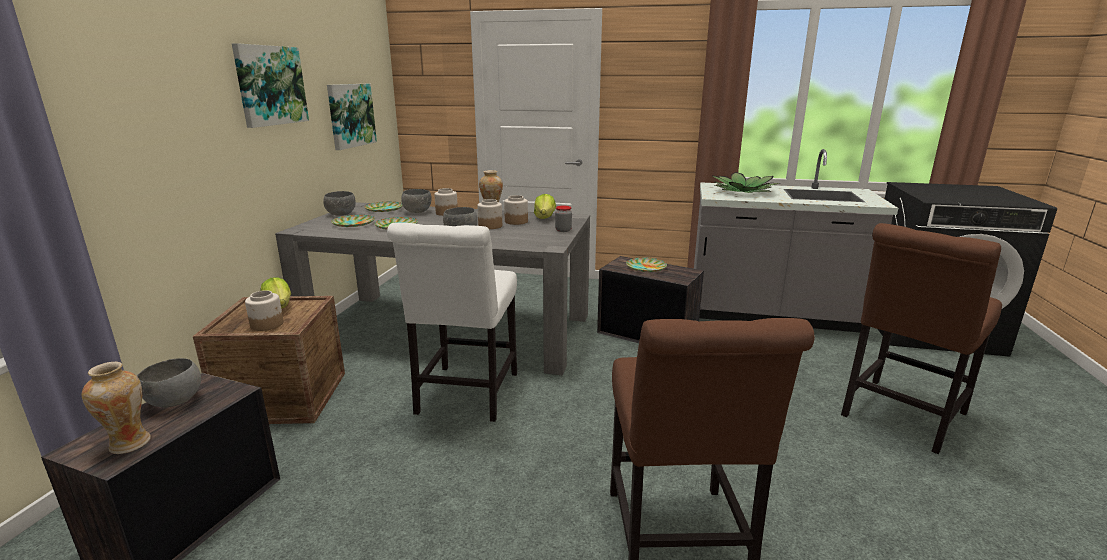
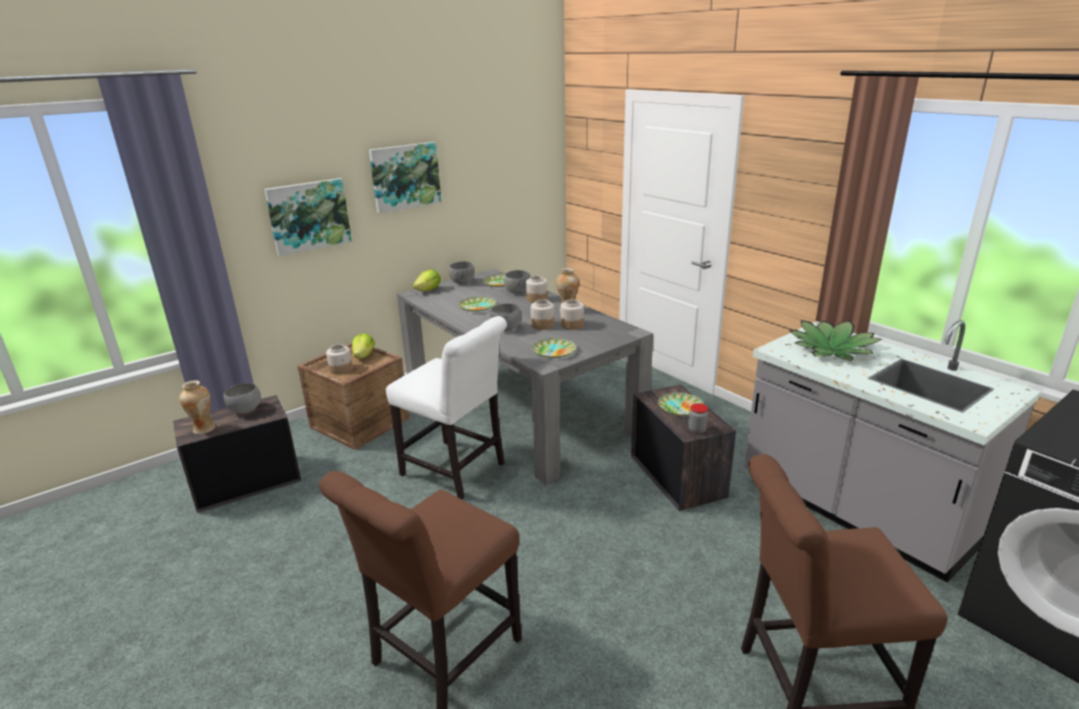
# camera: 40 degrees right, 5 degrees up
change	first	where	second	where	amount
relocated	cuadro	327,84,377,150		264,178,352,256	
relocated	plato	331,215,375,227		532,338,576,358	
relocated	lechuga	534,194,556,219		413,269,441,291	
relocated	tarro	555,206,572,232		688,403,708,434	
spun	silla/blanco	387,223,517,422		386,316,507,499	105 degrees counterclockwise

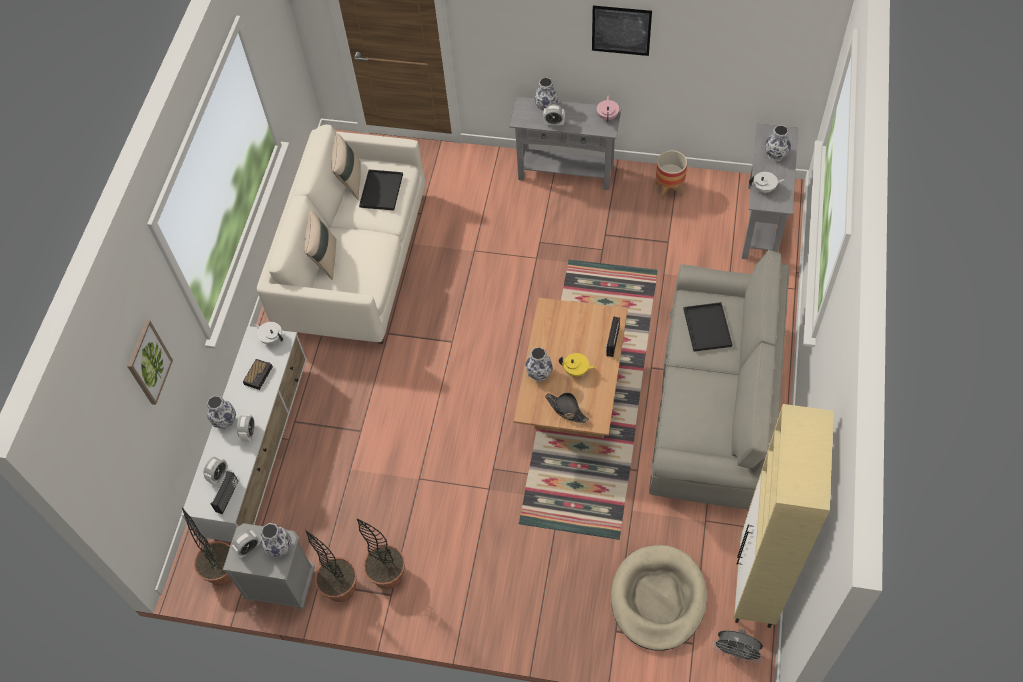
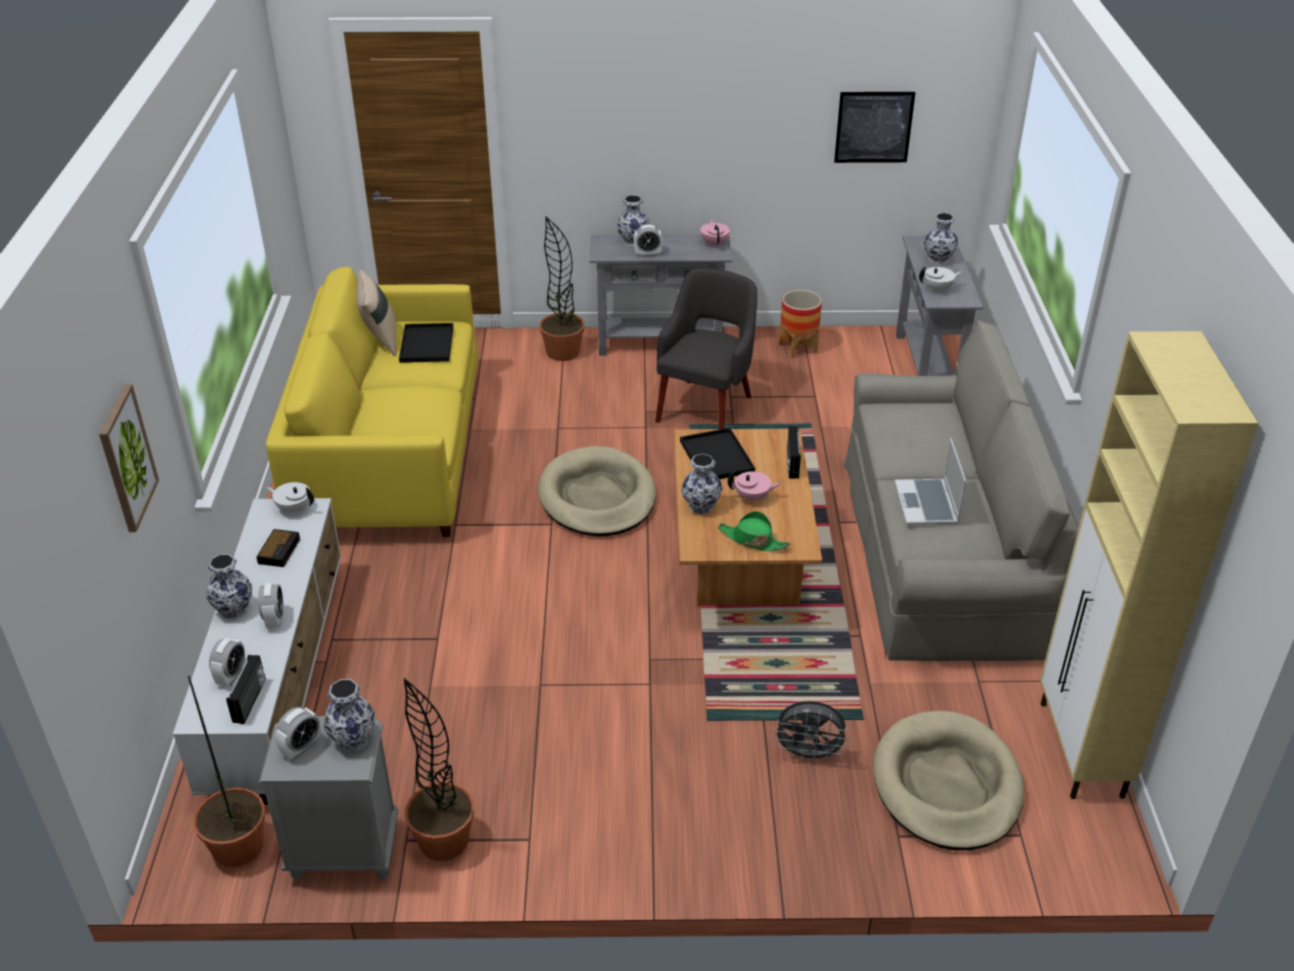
# camera: 15 degrees left, 20 degrees down
change	first	where	second	where	amount
missing	cojín/beis	304,211,336,280			
appeared			cama para perro/beis	538,446,656,536	
appeared			sillón/gris	655,268,757,429	
appeared			portátil	895,439,966,525	
relocated	planta en maceta	357,519,405,589		539,216,585,361	
relocated	cuadro	592,6,652,56		834,92,915,163	
relocated	bandeja/negro	683,302,732,352		680,428,755,479	
relocated	ventilador/gris	712,629,764,663		772,701,850,764	
colour	sofá/blanco	257,125,425,344	sofá/amarillo	266,266,478,537	
colour	sombrero/negro	545,392,589,423	sombrero/verde	718,511,790,551	
colour	tetera/amarillo	559,353,596,377	tetera/rosa	728,471,782,504	

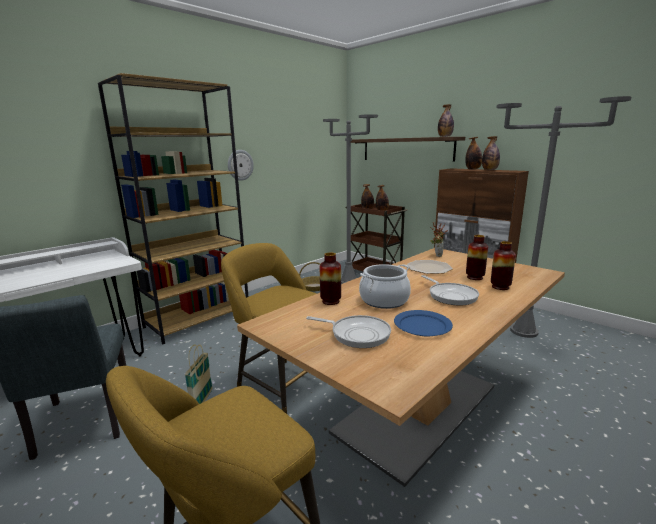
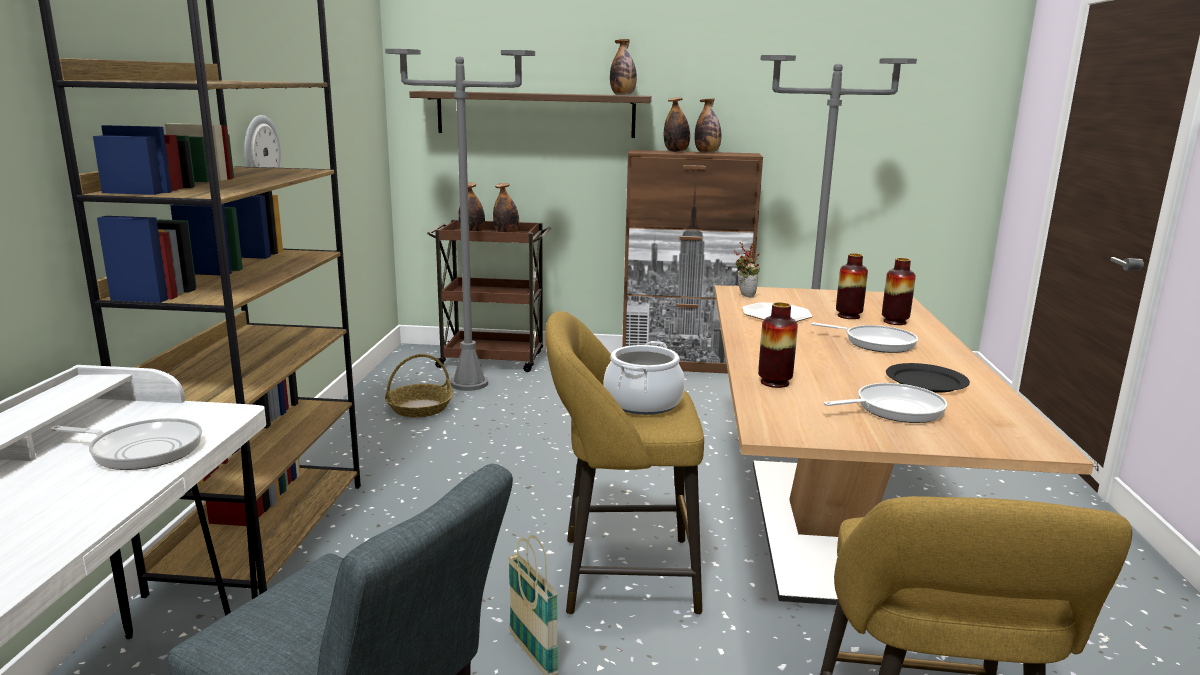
# camera: 40 degrees left, 0 degrees up
change	first	where	second	where	amount
appeared			sartén	50,418,202,470	
relocated	olla	359,264,411,309		604,341,685,415	
colour	plato/azul	394,310,453,336	plato/negro	886,363,970,393	

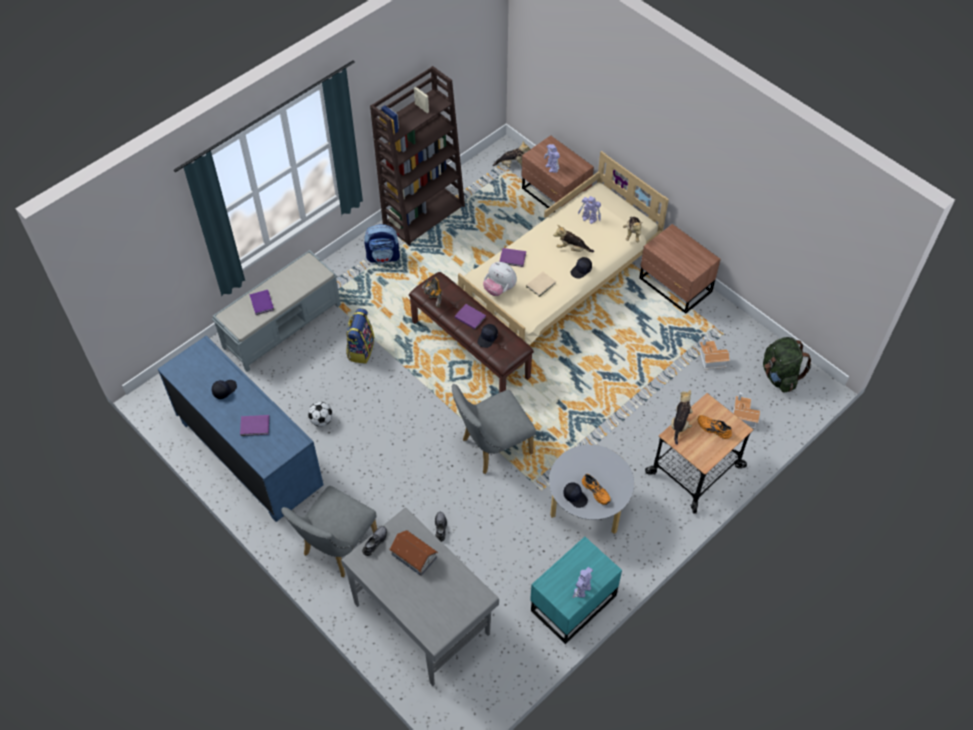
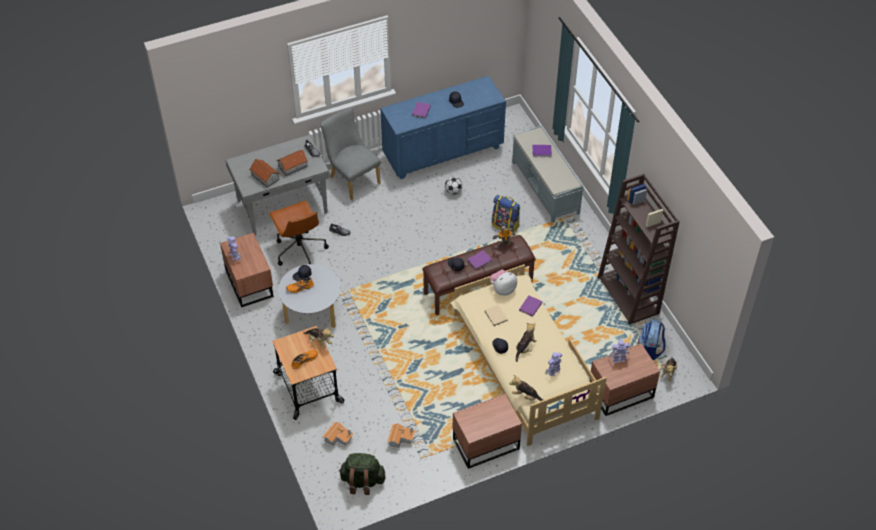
# camera: 110 degrees right, 5 degrees down
change	first	where	second	where	amount
missing	silla/gris	451,384,536,474			
appeared			casita	249,159,280,188	
appeared			silla de oficina/marrón	269,200,329,266	
relocated	mochila	364,224,400,263		638,319,666,360	
colour	mesita de noche/turquesa	530,537,622,644	mesita de noche/marrón	220,233,274,307	

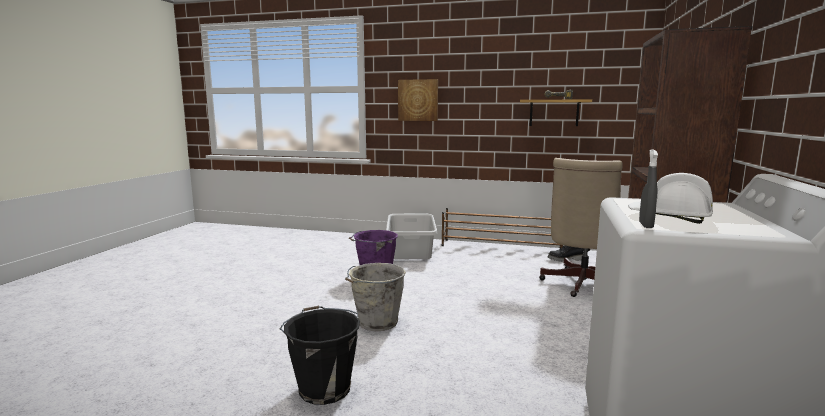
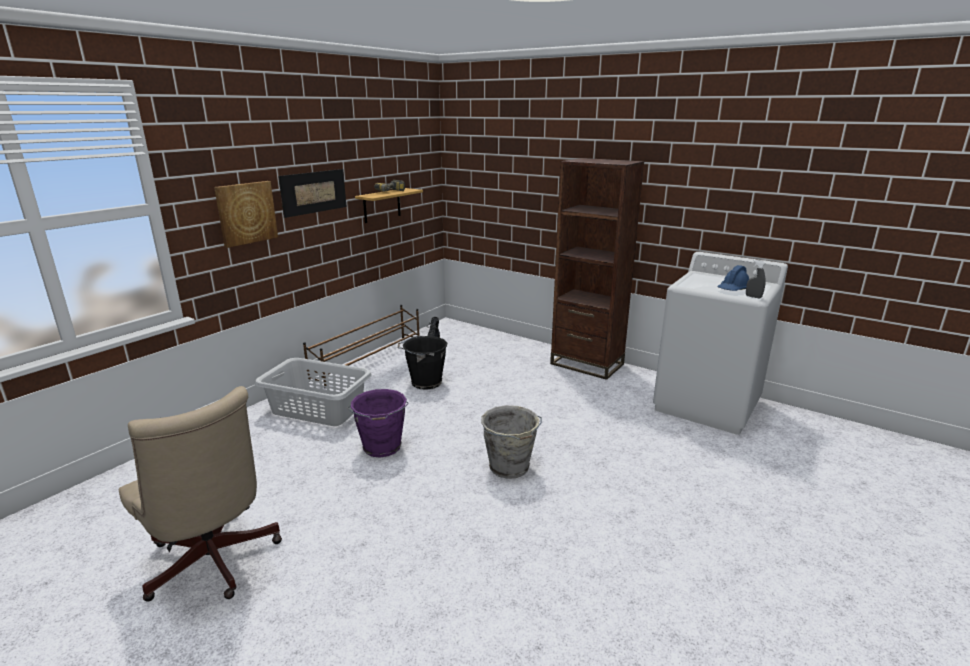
# camera: 70 degrees left, 10 degrees up
change	first	where	second	where	amount
appeared			cuadro	278,169,347,218	
relocated	cubo/negro	280,306,360,405		397,336,447,390	
relocated	silla de oficina/beis	539,158,623,297		119,386,282,602	
colour	casco/blanco	628,173,713,224	casco/azul	717,265,749,291	

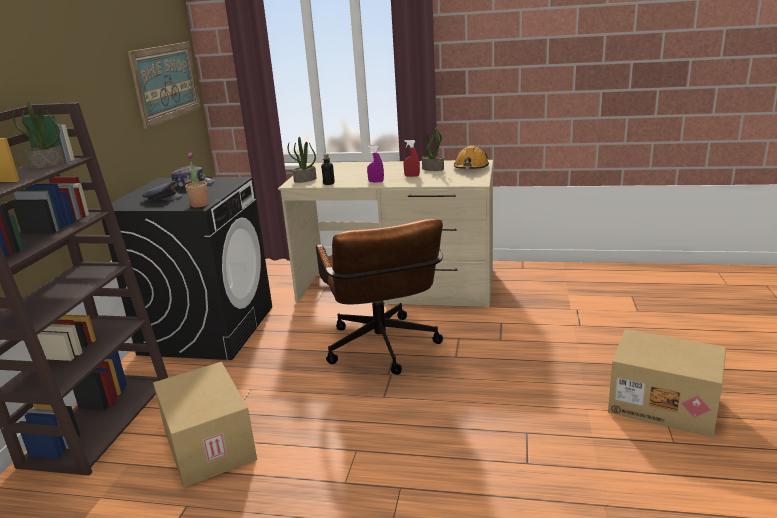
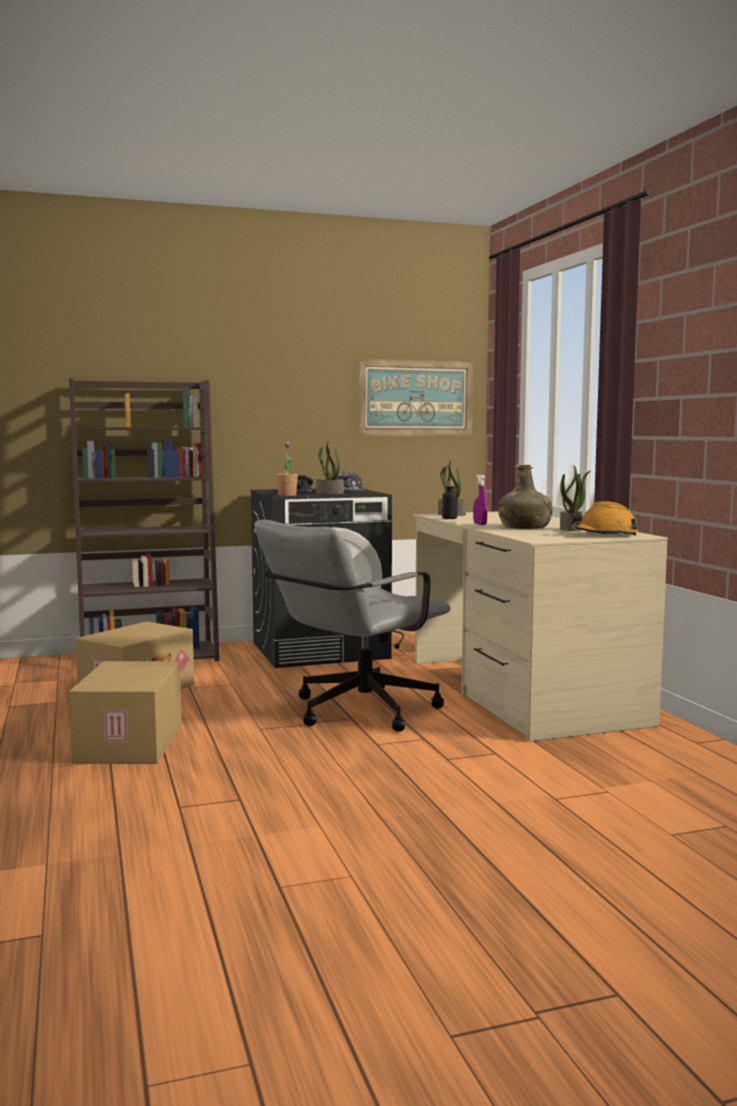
# camera: 60 degrees right, 15 degrees down
change	first	where	second	where	amount
relocated	planta en maceta	13,102,66,169		316,441,344,494	
relocated	caja de cartón	608,329,726,437		69,661,182,764	
exchanged	pulverizador/rojo	403,140,420,177	botella/verde	498,465,552,529	
colour	silla de oficina/marrón	316,219,443,375	silla de oficina/gris	255,520,450,732	

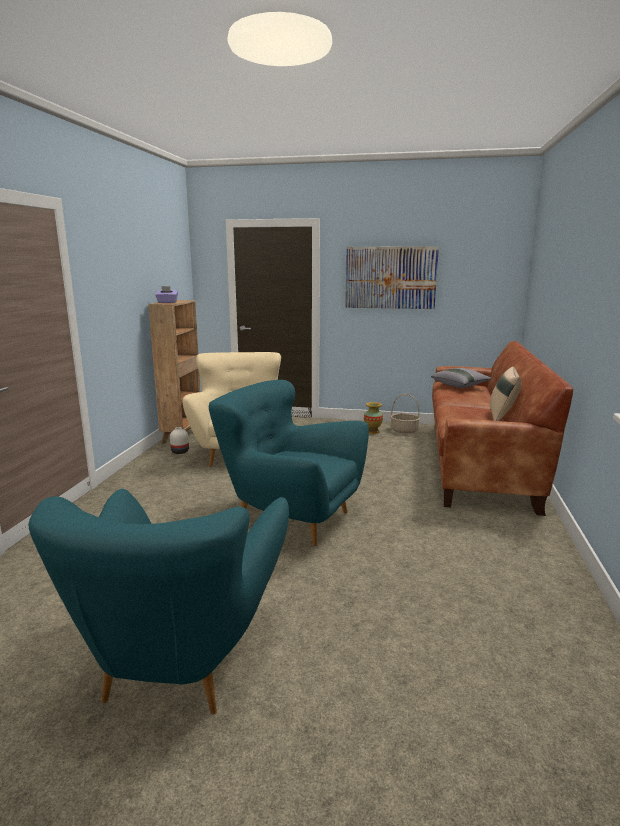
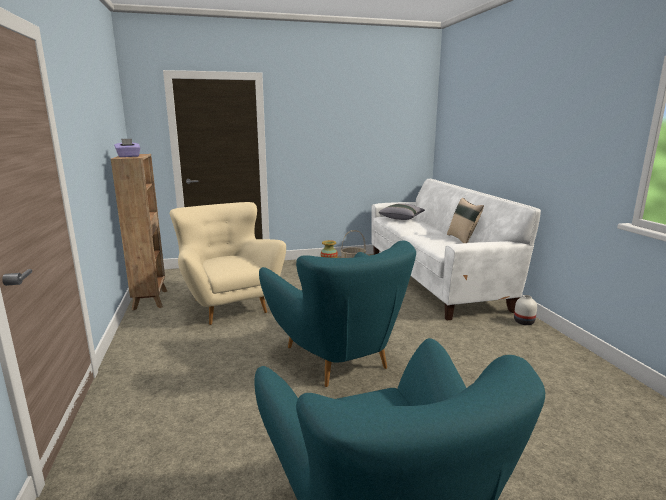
# camera: 25 degrees left, 0 degrees up
change	first	where	second	where	amount
missing	cuadro	345,247,439,309			
relocated	florero/blanco	170,427,189,454		514,295,537,325	
colour	sofá/marrón	432,341,573,516	sofá/blanco	372,179,541,321	
spun	sillón/turquesa	209,380,369,546		259,240,416,387	120 degrees counterclockwise

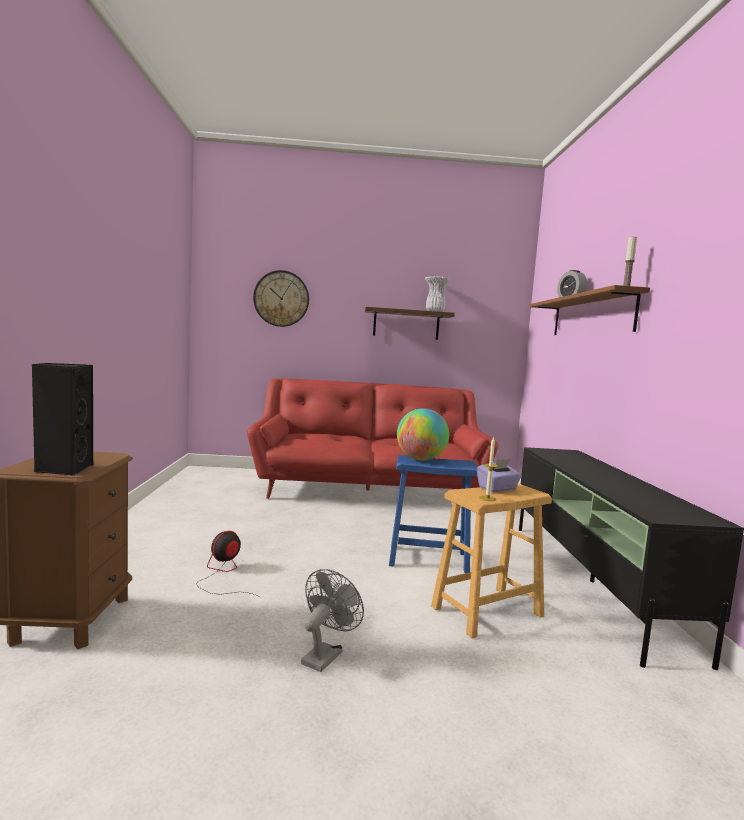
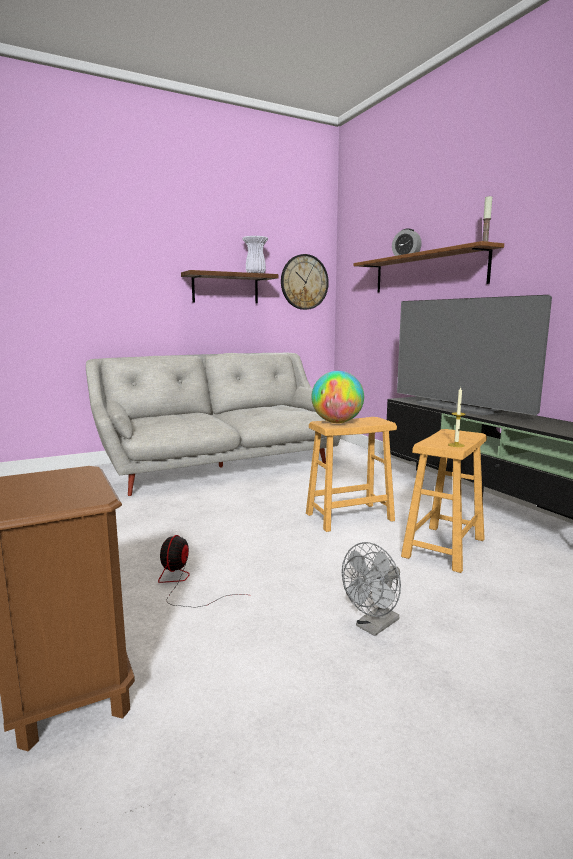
# camera: 25 degrees left, 5 degrees up
change	first	where	second	where	amount
missing	altavoz/negro	32,363,93,476			
missing	caja de pañuelos/morado	477,459,522,492			
appeared			televisor	397,295,552,416	
relocated	reloj de pared	253,270,309,327		281,254,329,310	
colour	sofá/rojo	247,378,498,499	sofá/gris	86,353,341,496	
colour	taburete/azul	389,455,478,573	taburete/marrón	306,417,397,532	
spun	ventilador/gris	301,569,364,672		342,542,401,636	135 degrees counterclockwise

